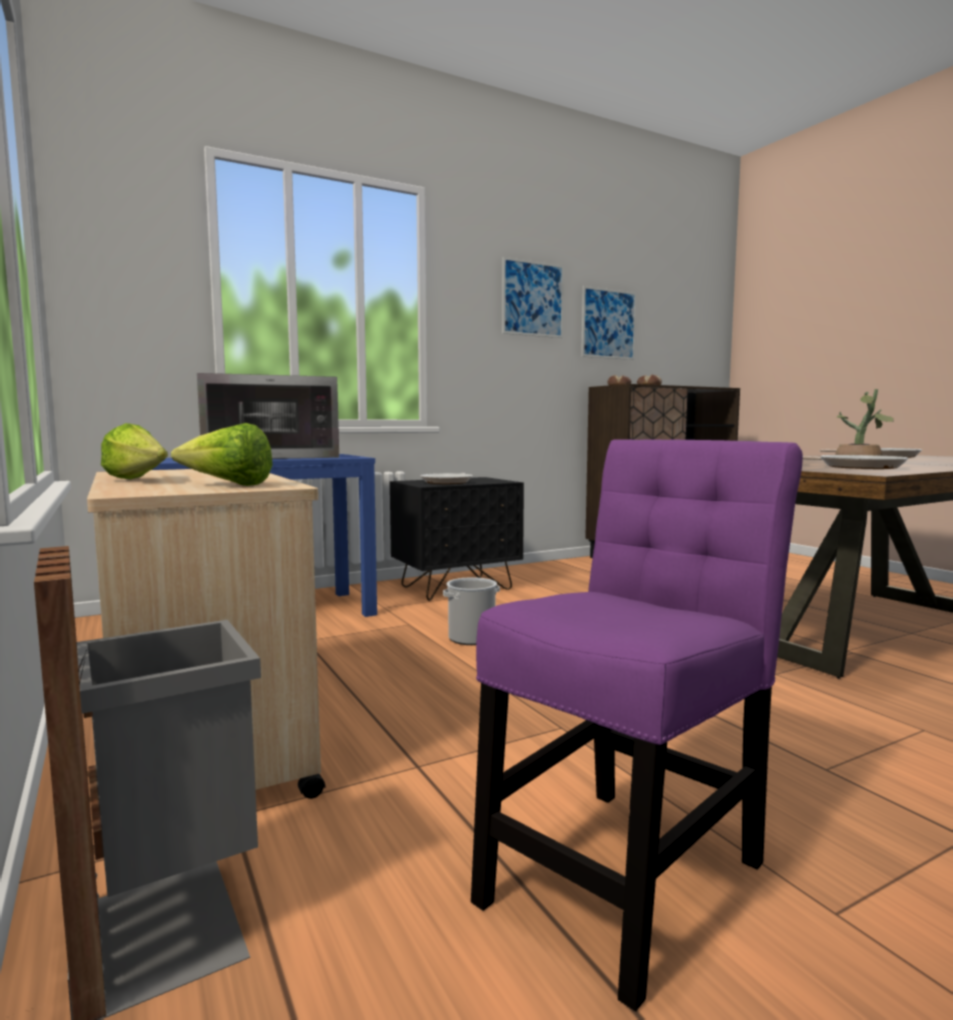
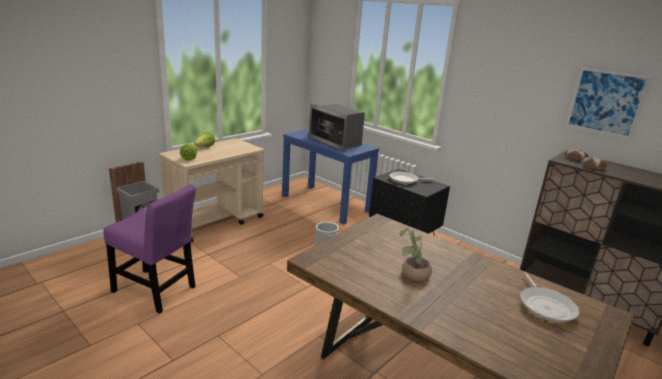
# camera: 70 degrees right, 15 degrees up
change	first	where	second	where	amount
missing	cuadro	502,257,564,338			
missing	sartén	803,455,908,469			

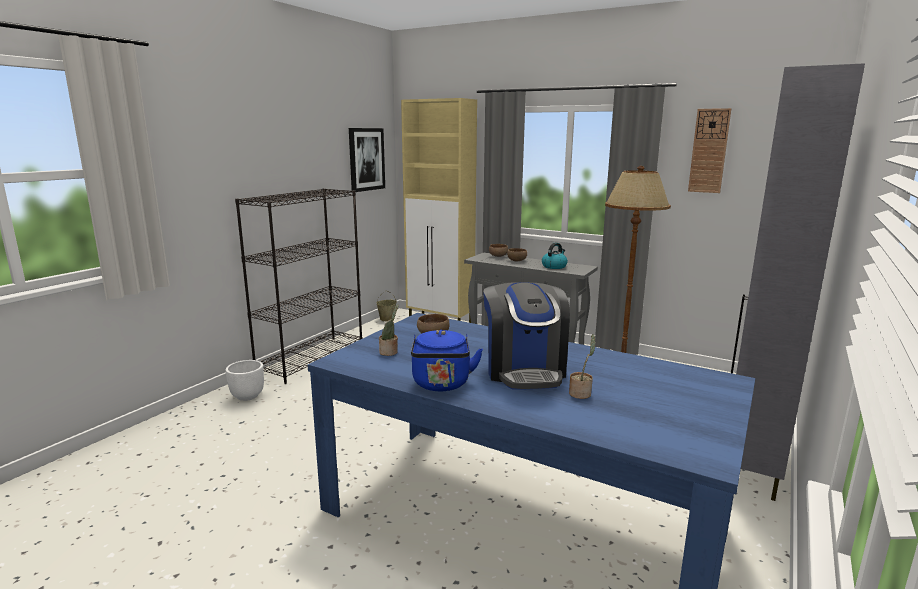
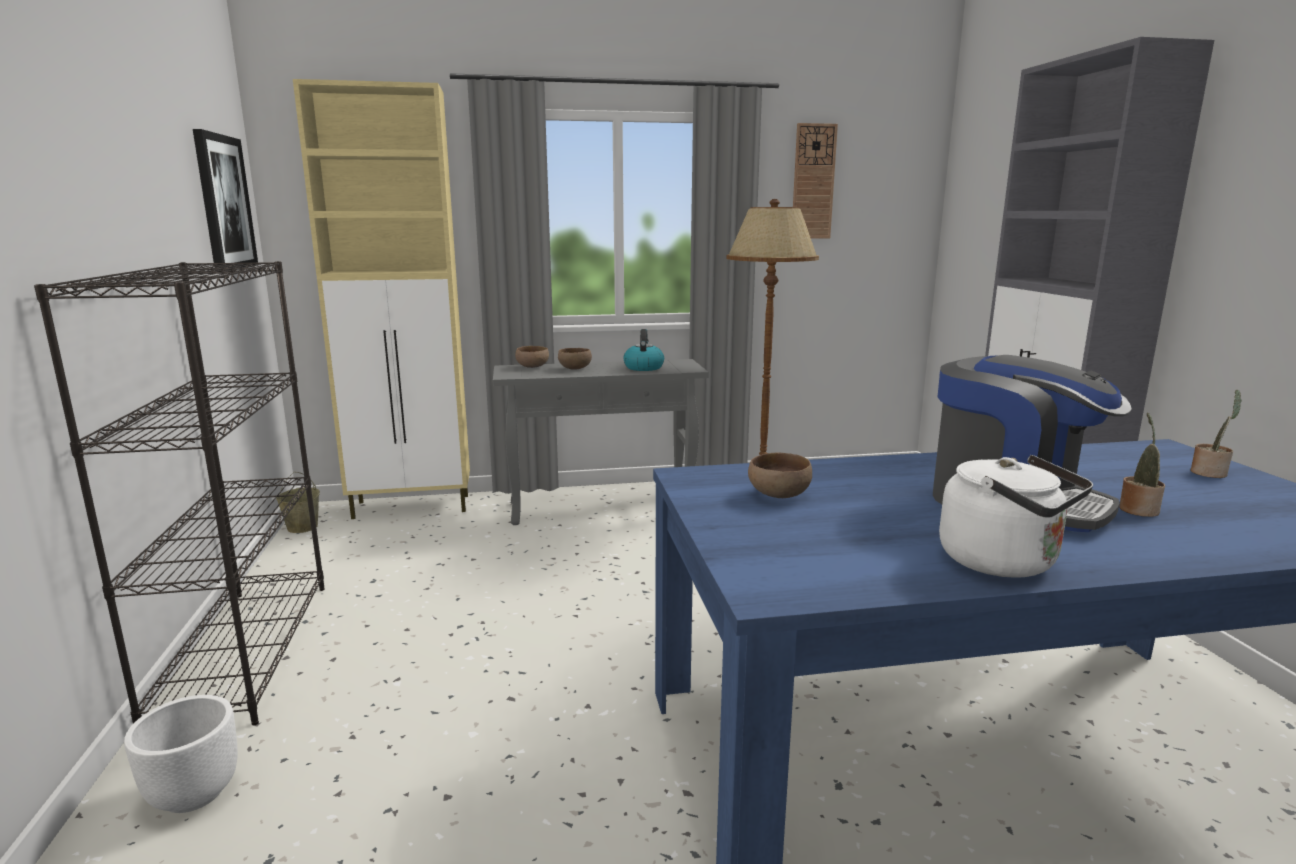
# camera: 40 degrees left, 0 degrees up
change	first	where	second	where	amount
relocated	planta en maceta	379,304,398,356		1191,390,1242,478	
colour	hervidor/azul	411,330,483,391	hervidor/blanco	939,455,1093,578	

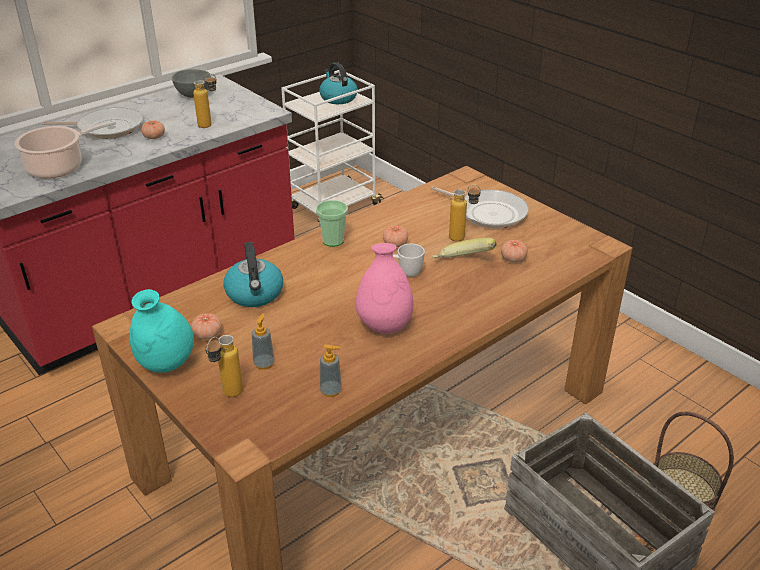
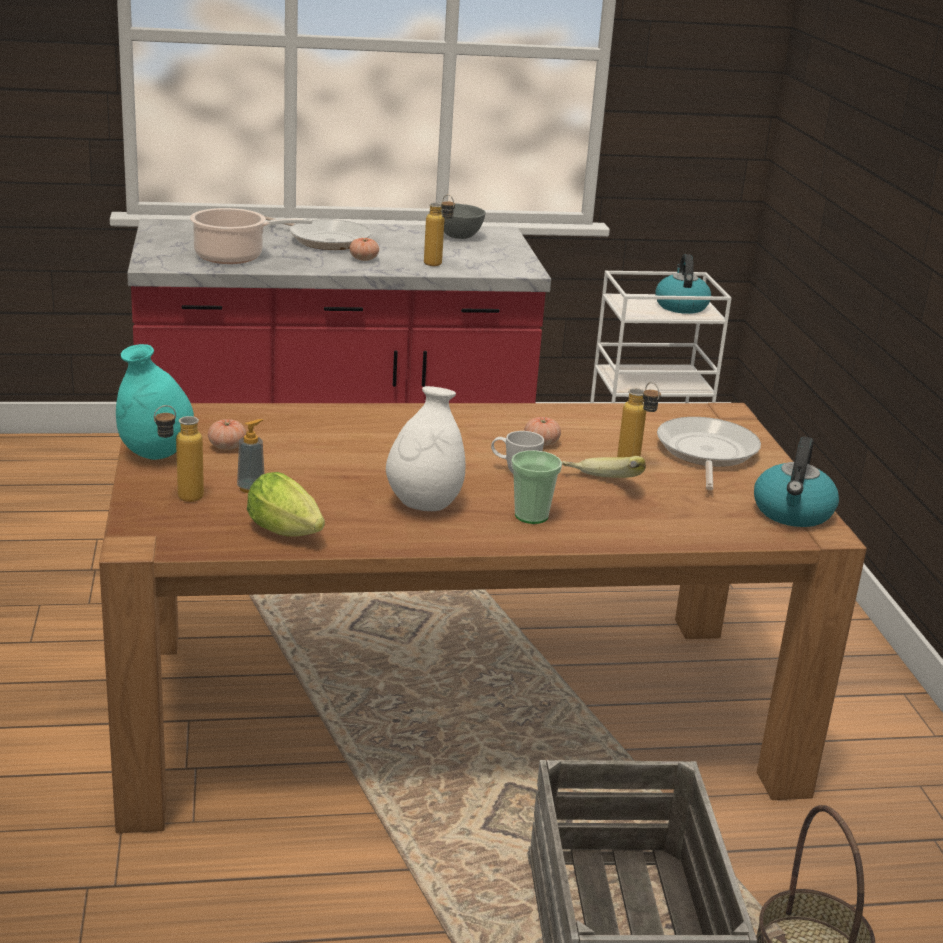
# camera: 30 degrees right, 10 degrees down
change	first	where	second	where	amount
missing	tomate	501,240,528,262			
relocated	hervidor	223,242,283,307		754,436,839,527	
relocated	taza	316,200,348,247		511,450,562,524	
exchanged	dispensador de jabón	320,344,342,397	lechuga	247,472,325,537	
colour	florero/rosa	355,243,414,334	florero/blanco	386,386,465,511	
spun	sartén	431,186,529,229		657,417,761,490	150 degrees counterclockwise

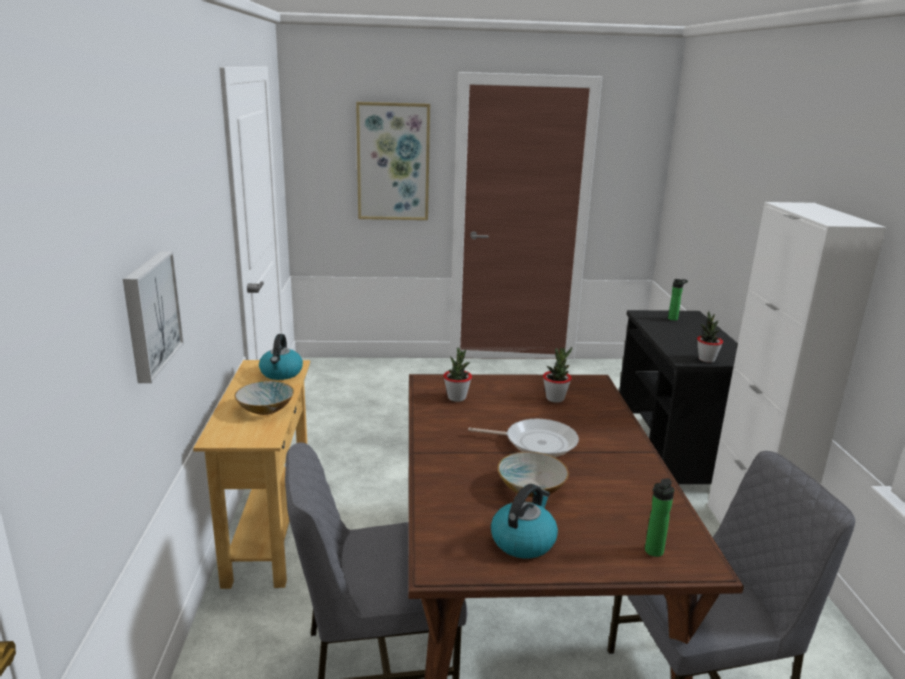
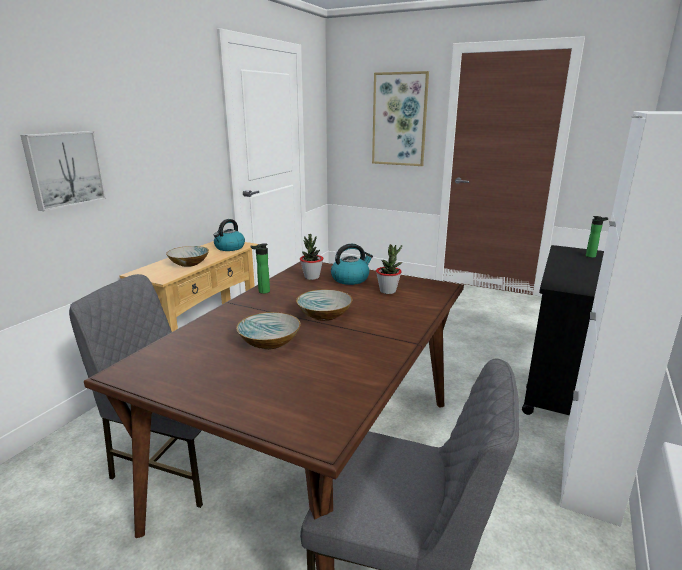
# camera: 30 degrees right, 0 degrees up
change	first	where	second	where	amount
missing	planta en maceta	697,311,723,362			
relocated	hervidor	491,484,558,559		331,244,373,285	
relocated	botella	645,478,674,557		250,243,270,294	
exchanged	sartén	468,419,579,457	cuenco	296,289,352,321	

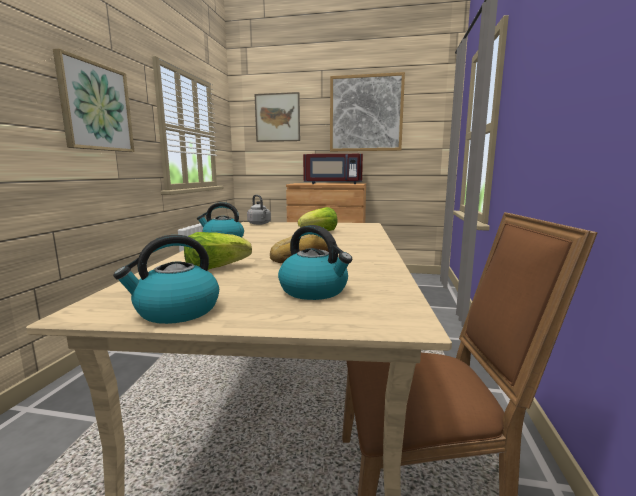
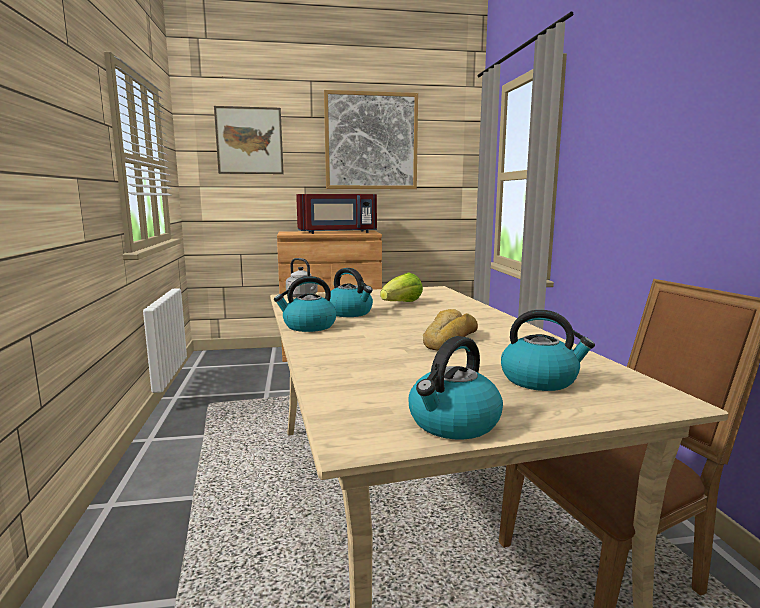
# camera: 20 degrees left, 0 degrees up
change	first	where	second	where	amount
missing	cuadro	53,49,134,152			
missing	lechuga	184,232,252,270			
appeared			hervidor	330,268,373,317	

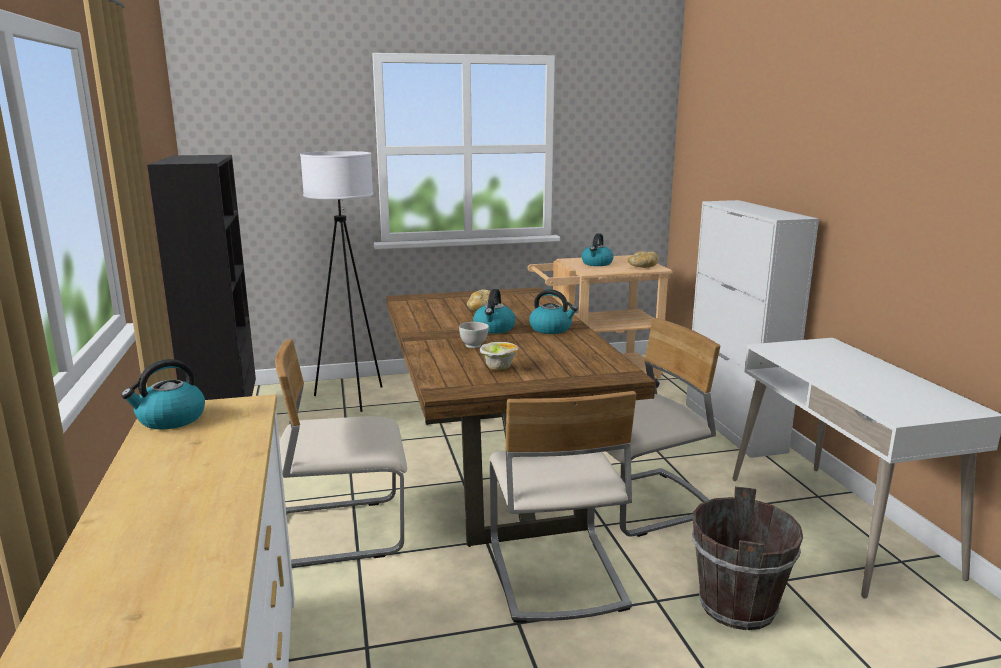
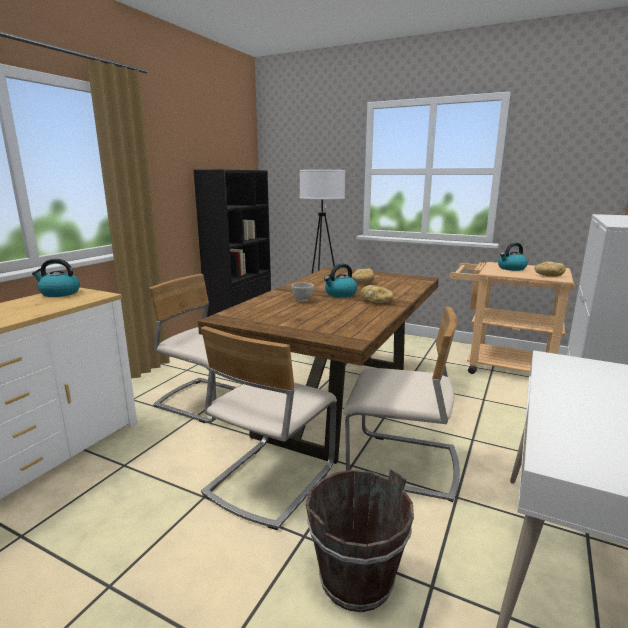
# camera: 40 degrees right, 0 degrees up
change	first	where	second	where	amount
missing	cuenco	480,342,518,371			
exchanged	hervidor	529,289,578,334	pan	361,285,393,303	

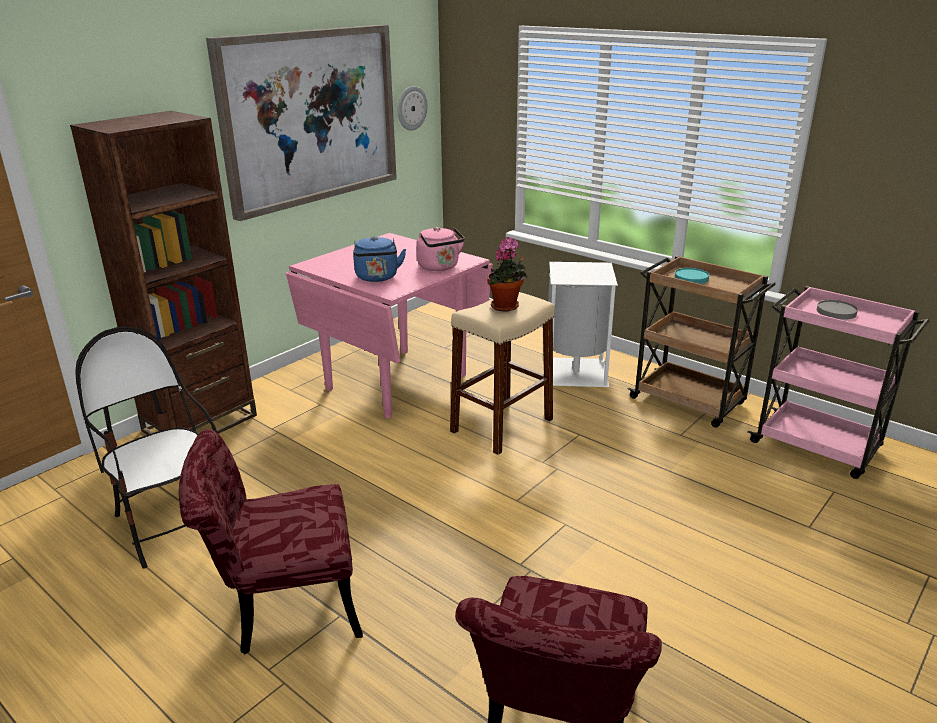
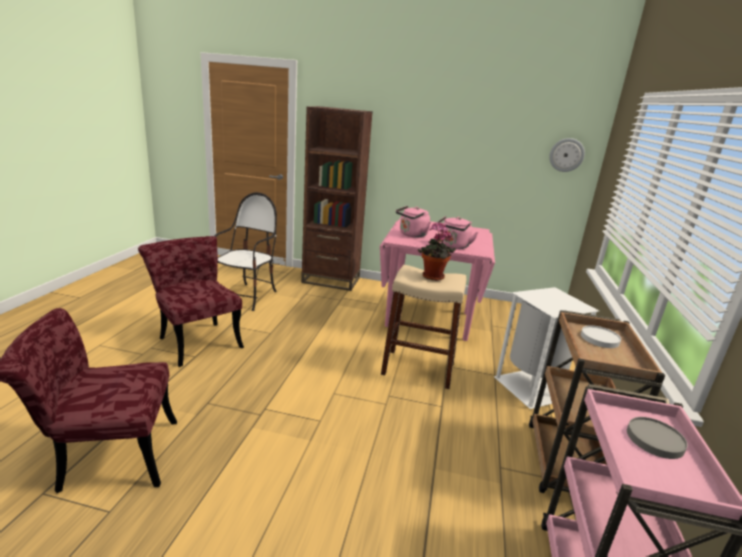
# camera: 60 degrees right, 5 degrees down
change	first	where	second	where	amount
missing	cuadro	206,25,397,221			
colour	hervidor/azul	353,236,406,282	hervidor/rosa	396,206,431,237	
colour	plato/turquesa	675,268,709,284	plato/blanco	581,325,621,348	

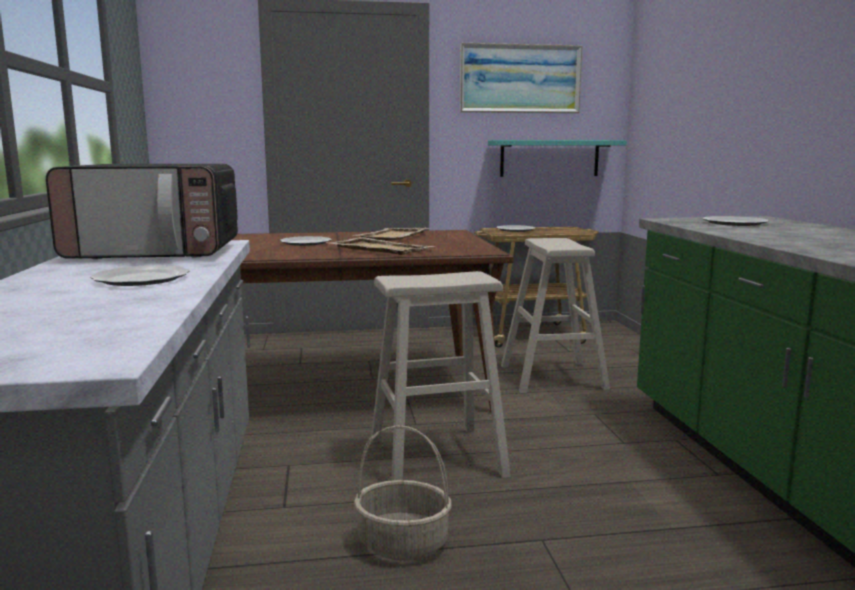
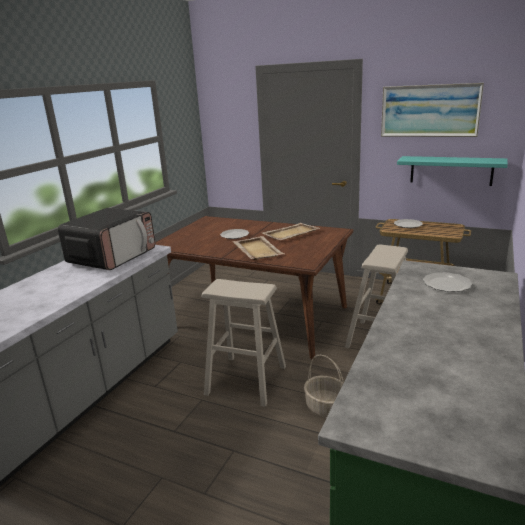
# camera: 35 degrees right, 10 degrees up
change	first	where	second	where	amount
missing	plato	90,265,190,286			
relocated	cesta	354,425,452,561		304,355,344,418	
spun	microondas	46,164,238,259		58,208,155,270	90 degrees counterclockwise

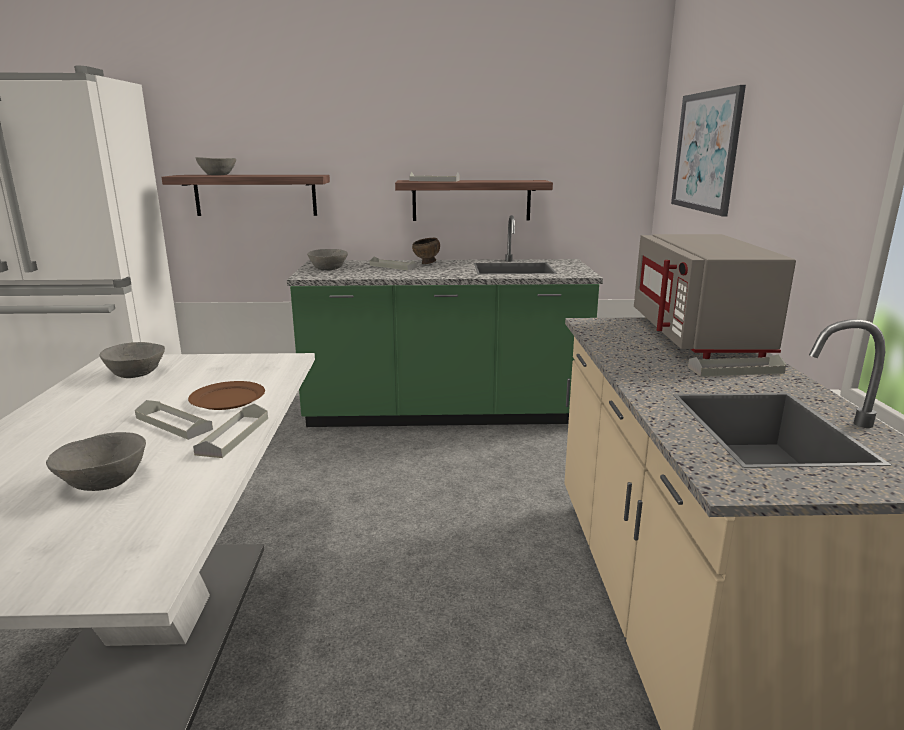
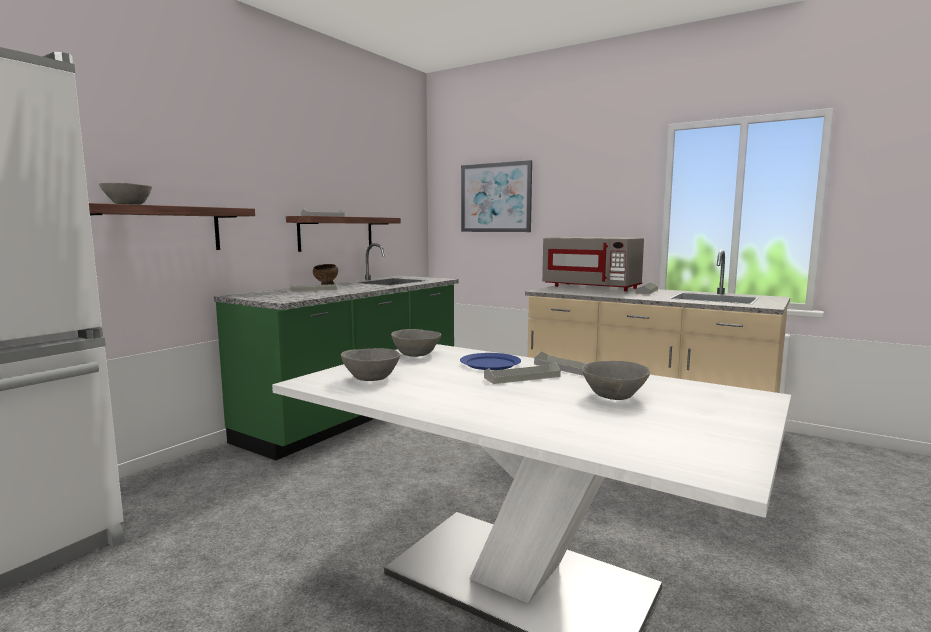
# camera: 55 degrees left, 10 degrees down
change	first	where	second	where	amount
relocated	cuenco/gris	307,249,348,270		391,329,441,357	
colour	plato/marrón	188,381,265,410	plato/azul	460,353,521,370	

